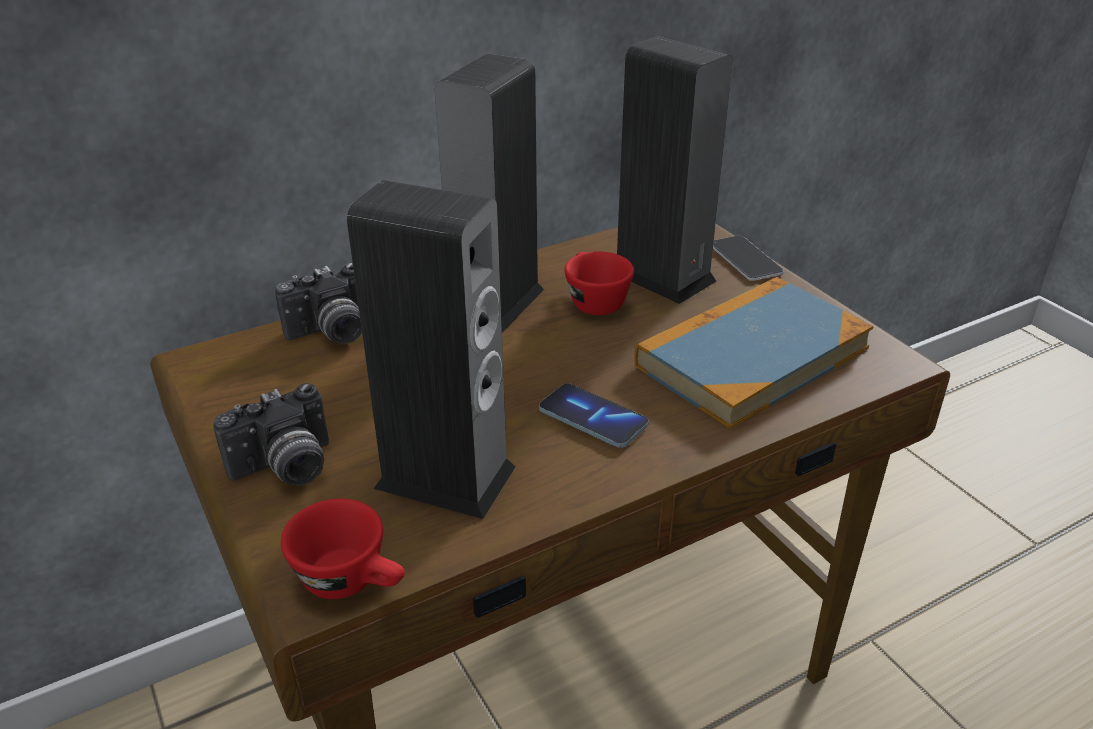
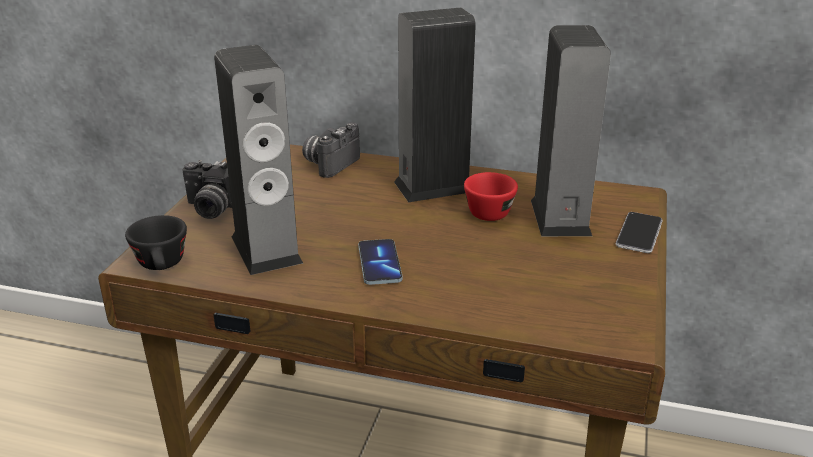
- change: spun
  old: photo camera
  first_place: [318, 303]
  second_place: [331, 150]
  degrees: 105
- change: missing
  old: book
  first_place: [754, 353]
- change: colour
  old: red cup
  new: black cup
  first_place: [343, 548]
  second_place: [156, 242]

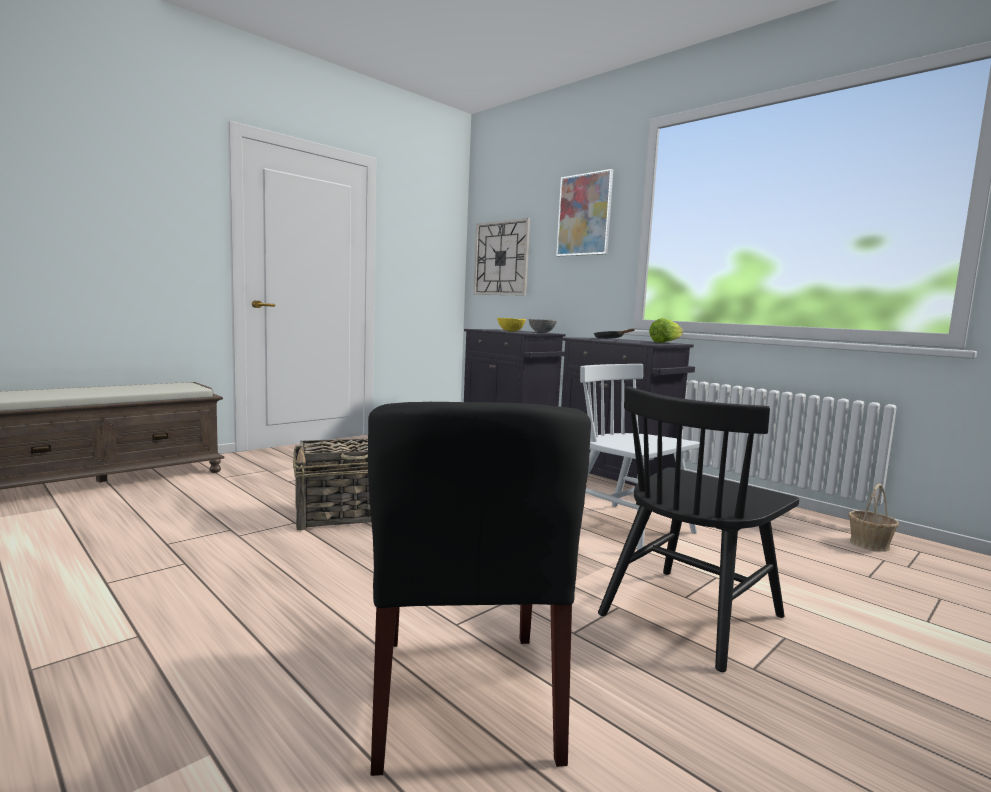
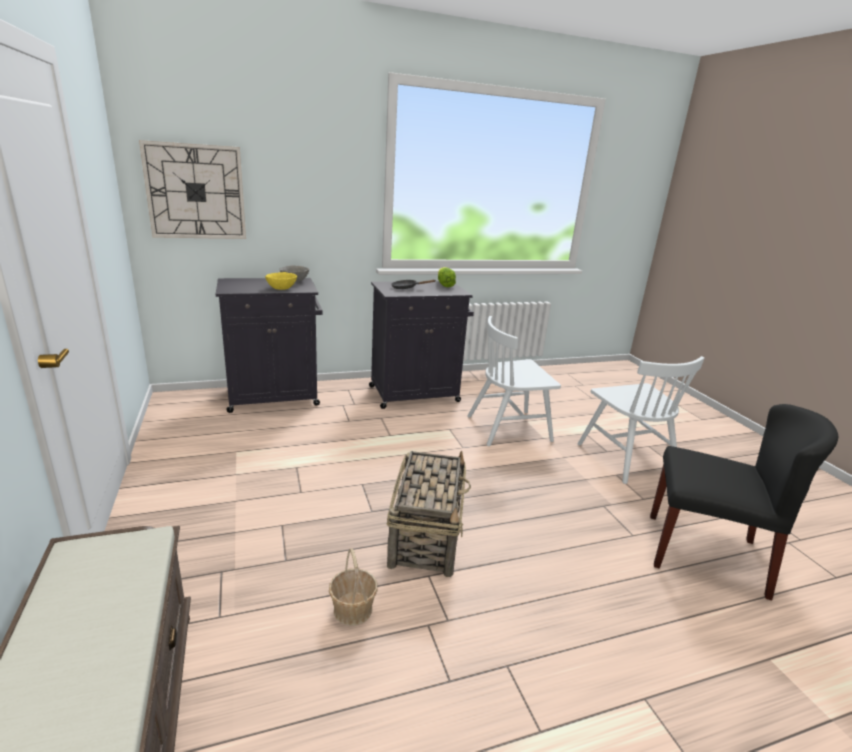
- change: missing
  old: picture
  first_place: [584, 212]
- change: colour
  old: black chair
  new: white chair
  first_place: [698, 529]
  second_place: [641, 420]
- change: relocated
  old: basket
  first_place: [873, 518]
  second_place: [353, 587]

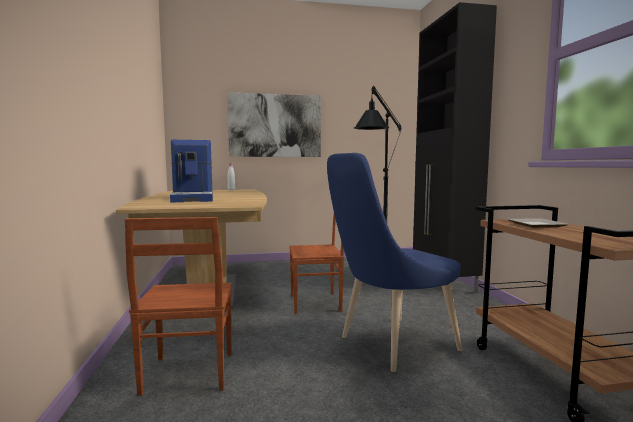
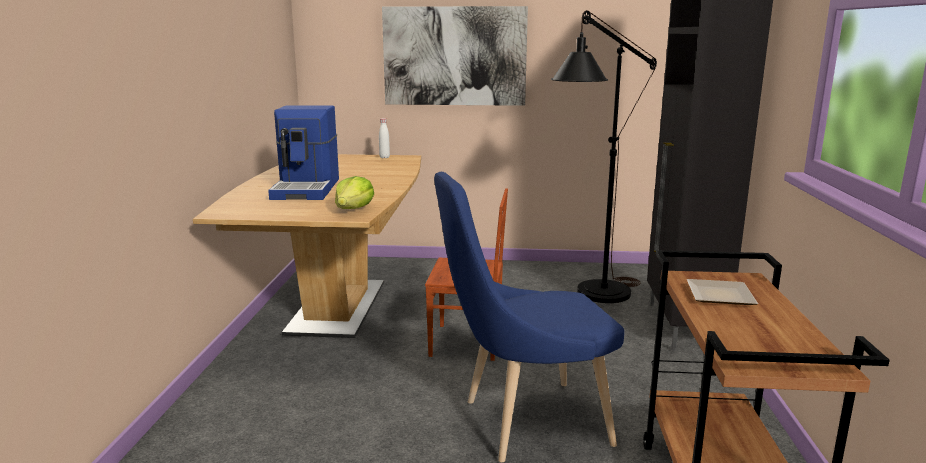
- change: missing
  old: brown chair
  first_place: [178, 306]
- change: appeared
  new: lettuce
  second_place: [354, 192]

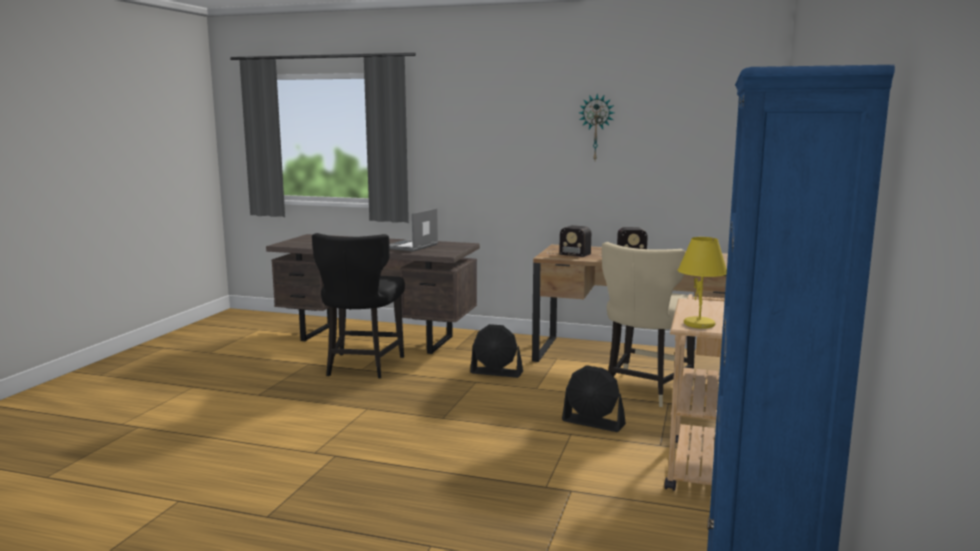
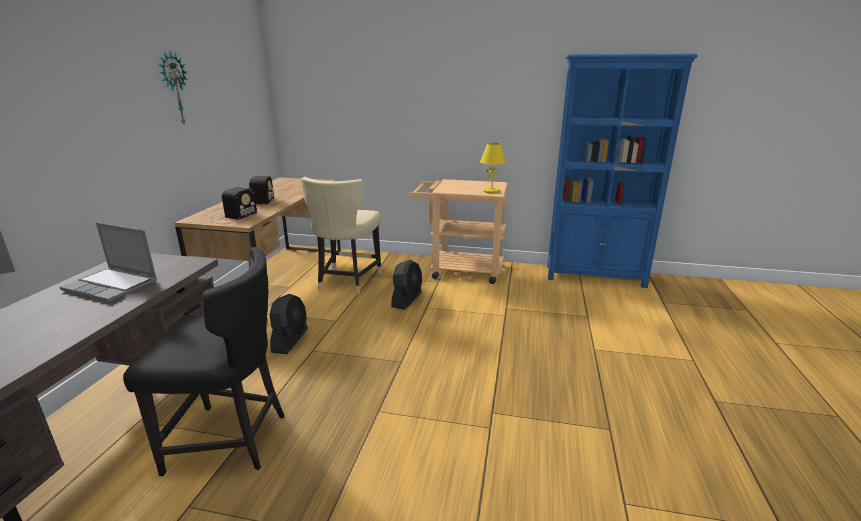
- change: spun
  old: beige chair
  first_place: [648, 324]
  second_place: [341, 235]
  degrees: 75

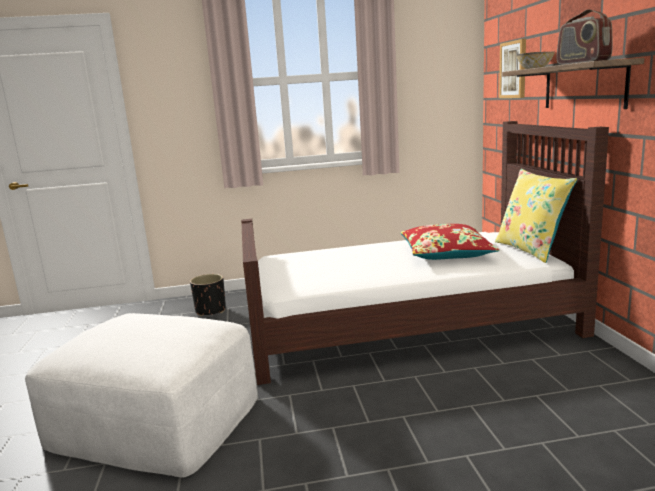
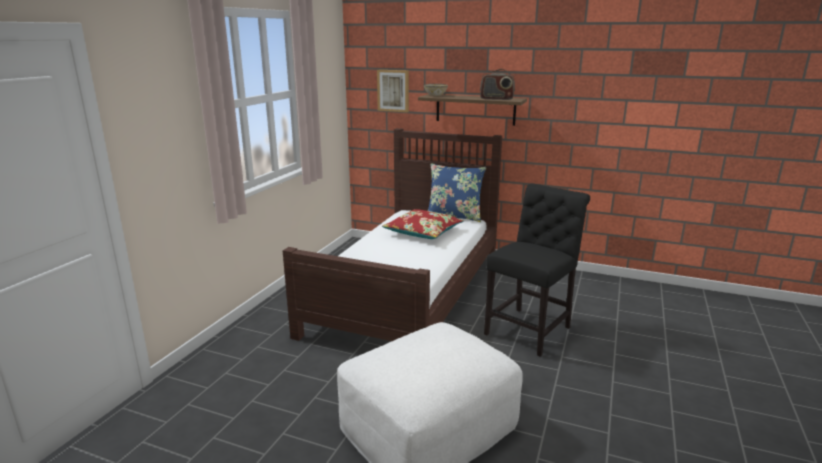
- change: colour
  old: yellow pillow
  new: blue pillow
  first_place: [536, 216]
  second_place: [457, 192]
- change: missing
  old: black planter
  first_place: [208, 295]
- change: appeared
  new: black chair
  second_place: [537, 270]

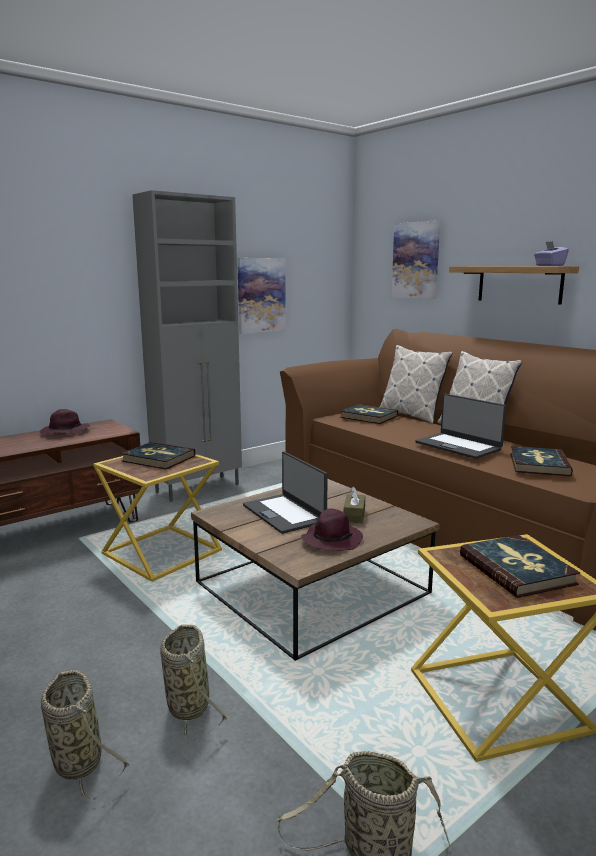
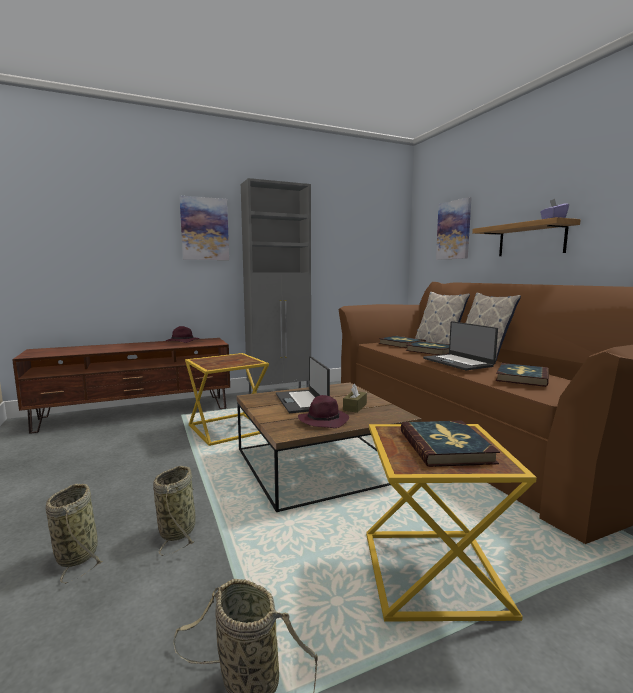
- change: relocated
  old: picture
  first_place: [261, 296]
  second_place: [204, 228]
- change: relocated
  old: book
  first_place: [158, 455]
  second_place: [427, 348]

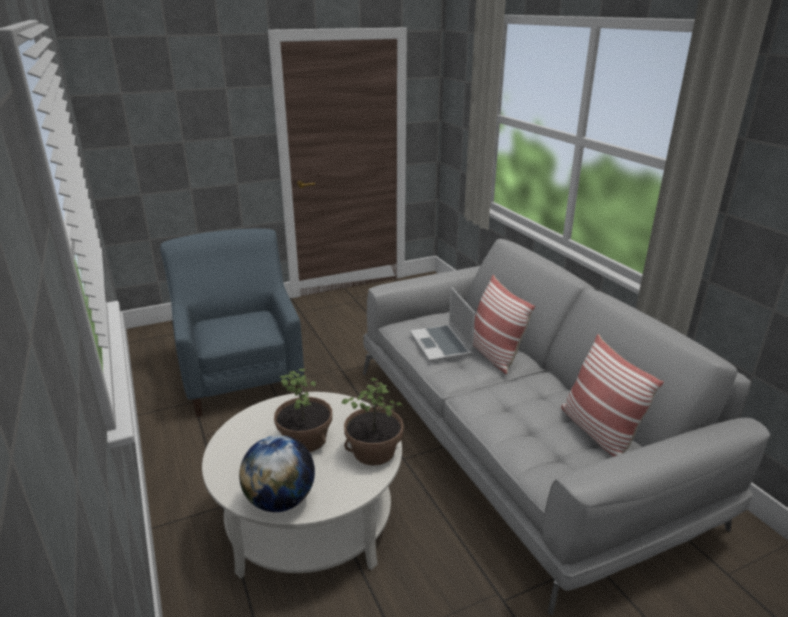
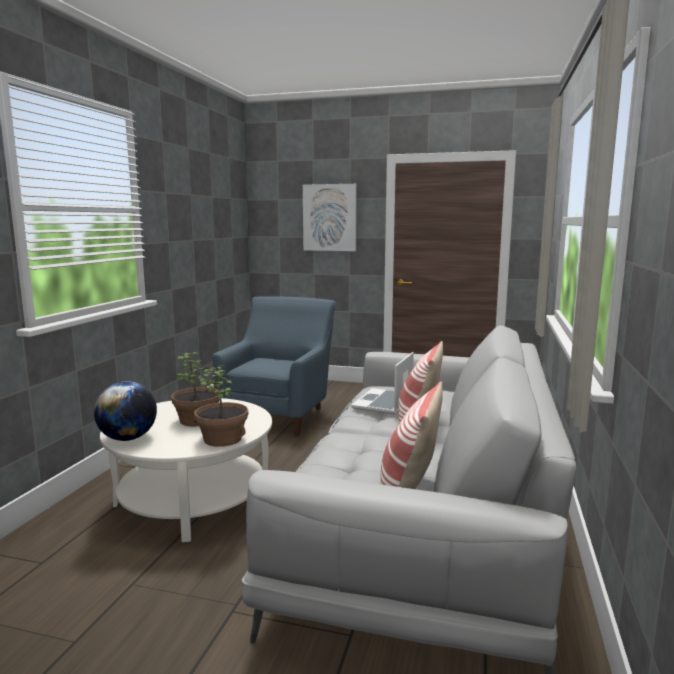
- change: appeared
  new: picture
  second_place: [330, 217]

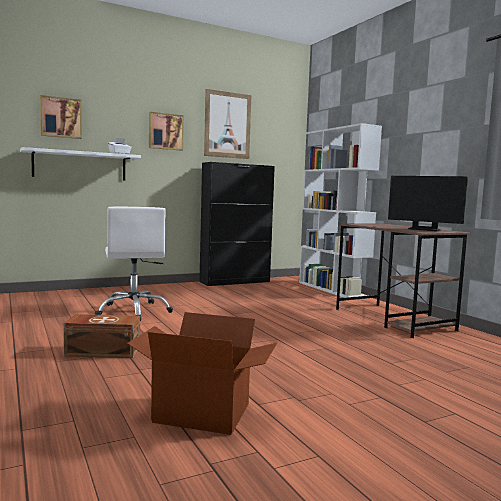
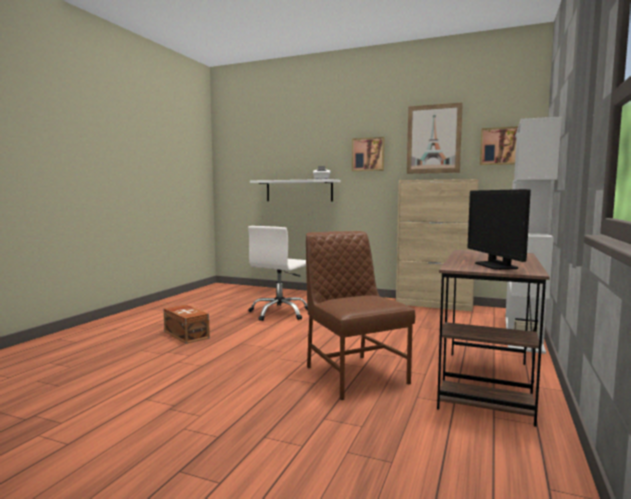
- change: relocated
  old: picture
  first_place: [61, 117]
  second_place: [499, 145]
- change: colour
  old: black cabinet
  new: beige cabinet
  first_place: [237, 224]
  second_place: [437, 245]
- change: missing
  old: cardboard box
  first_place: [202, 373]
- change: appeared
  new: brown chair
  second_place: [360, 315]

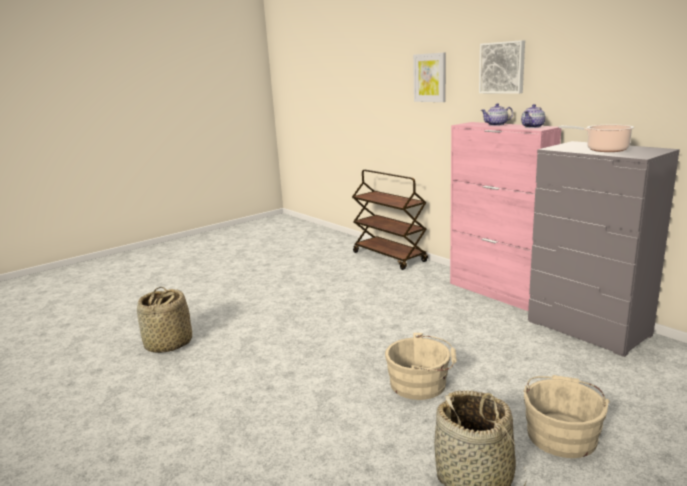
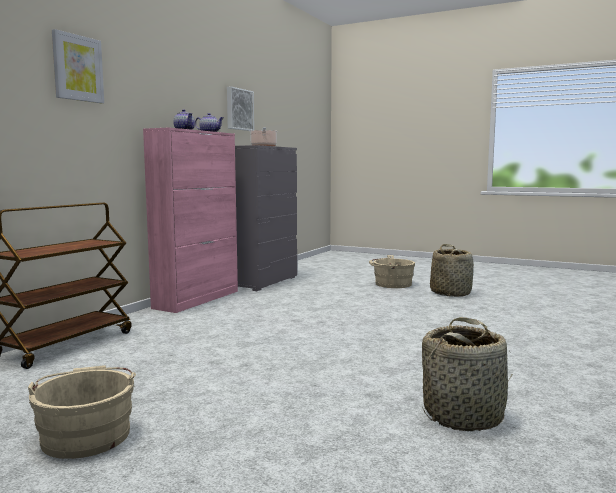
- change: relocated
  old: picture
  first_place: [502, 67]
  second_place: [240, 108]
- change: relocated
  old: beige bucket
  first_place: [421, 366]
  second_place: [82, 412]

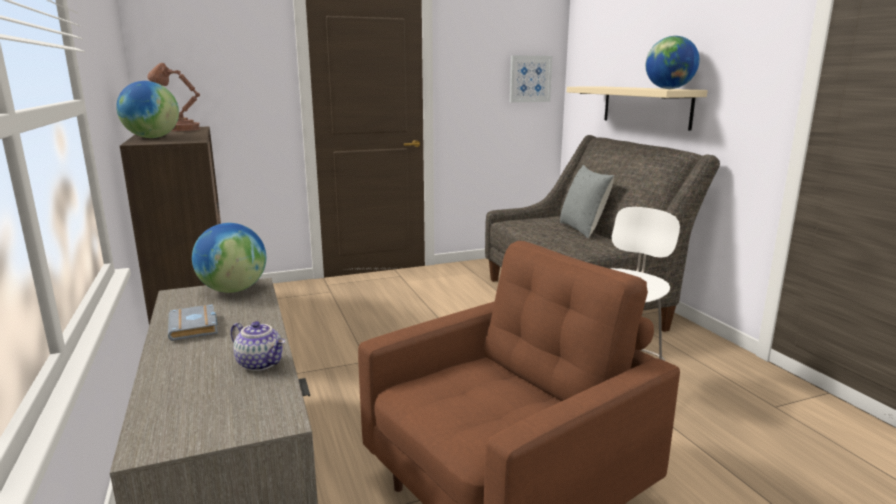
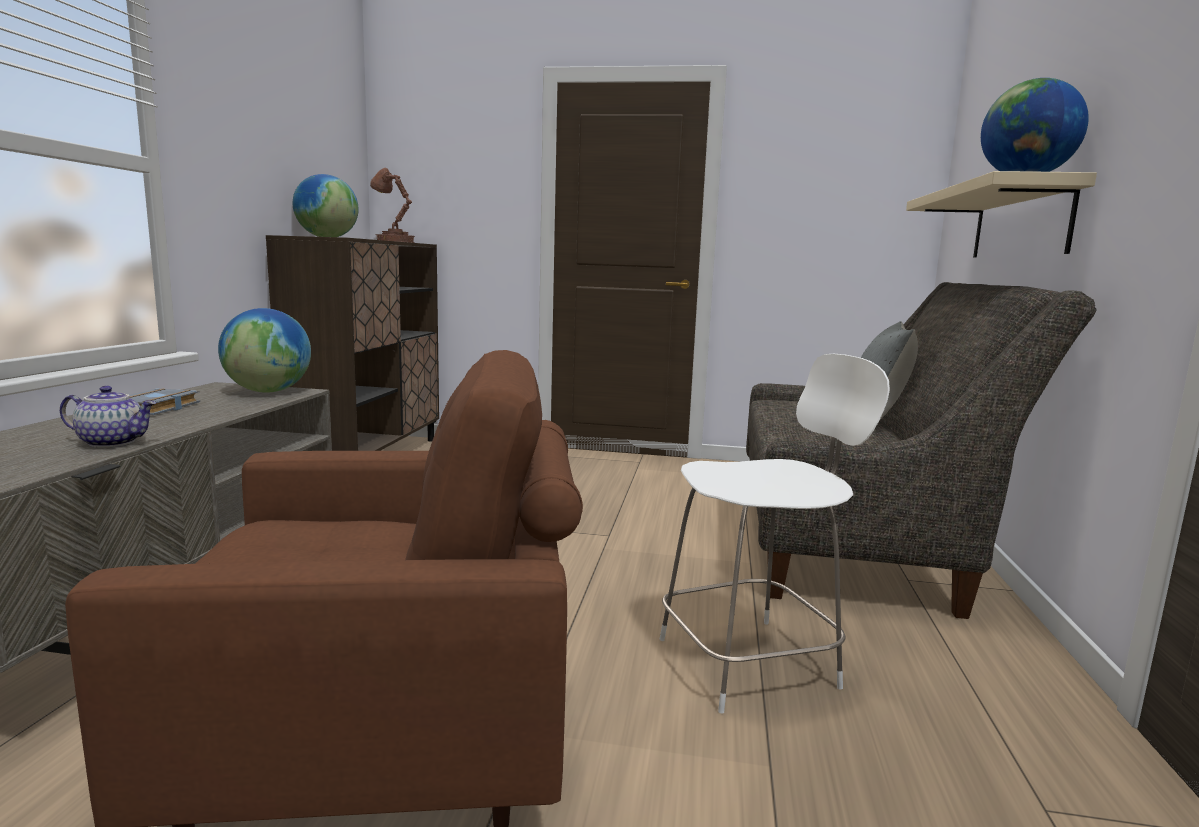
- change: missing
  old: picture
  first_place: [531, 79]
- change: spun
  old: teapot
  first_place: [258, 346]
  second_place: [108, 417]
  degrees: -60

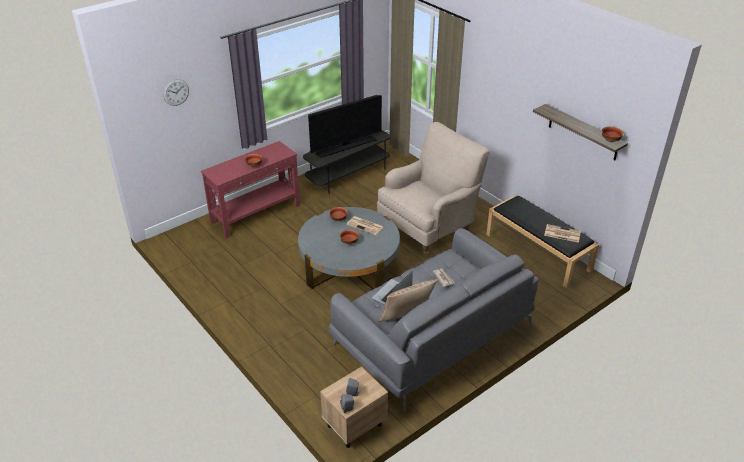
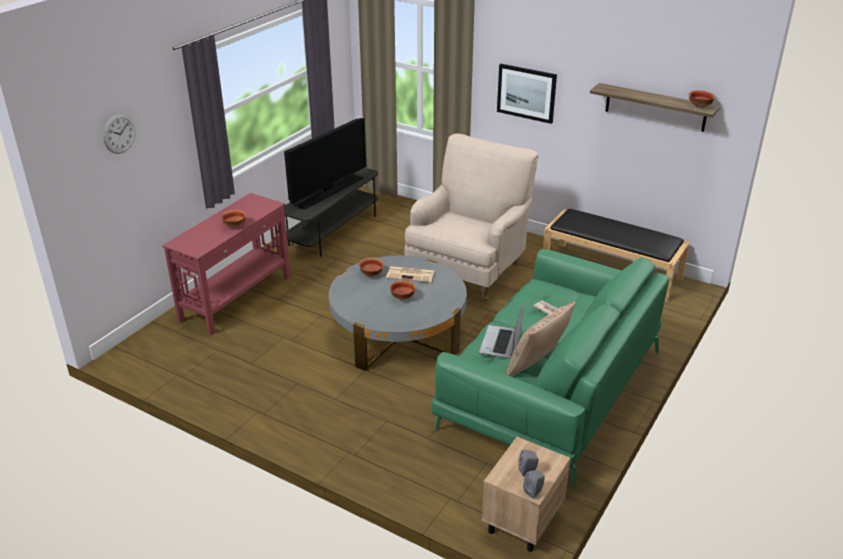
- change: missing
  old: newspaper
  first_place: [562, 233]
- change: colour
  old: grey sofa
  new: green sofa
  first_place: [433, 320]
  second_place: [550, 368]
- change: appeared
  new: picture
  second_place: [527, 94]

